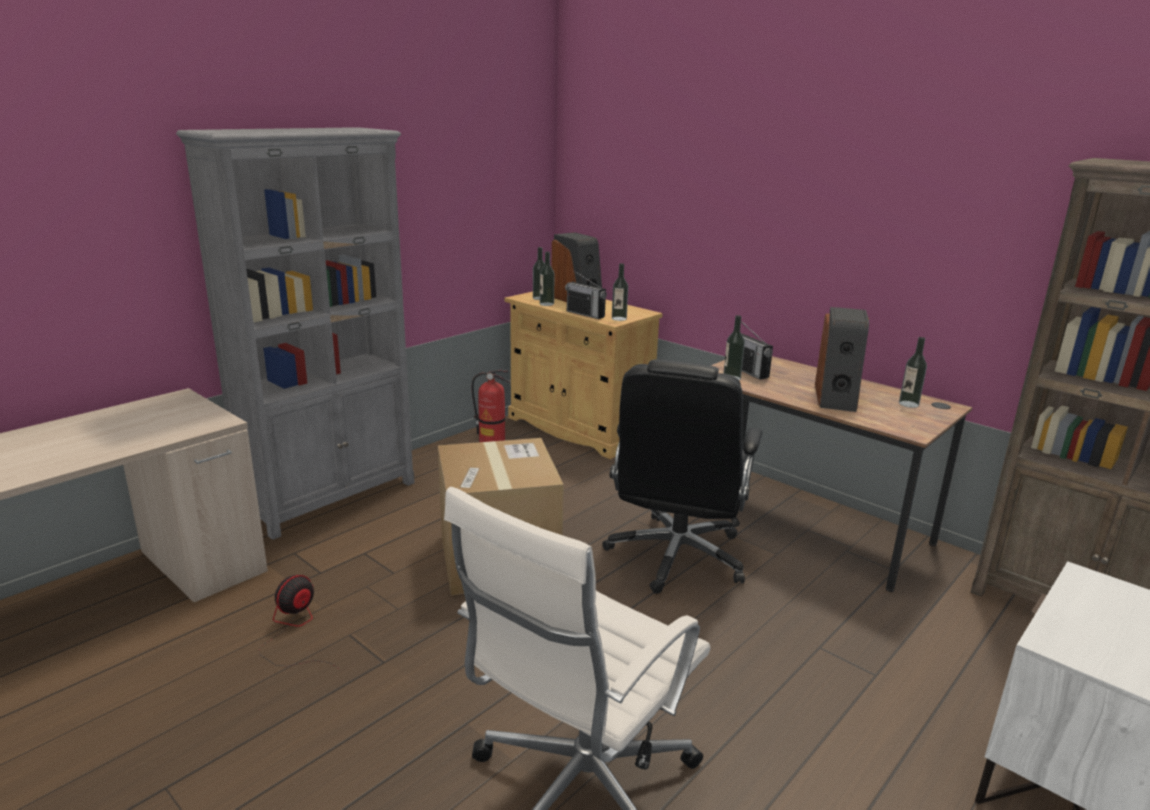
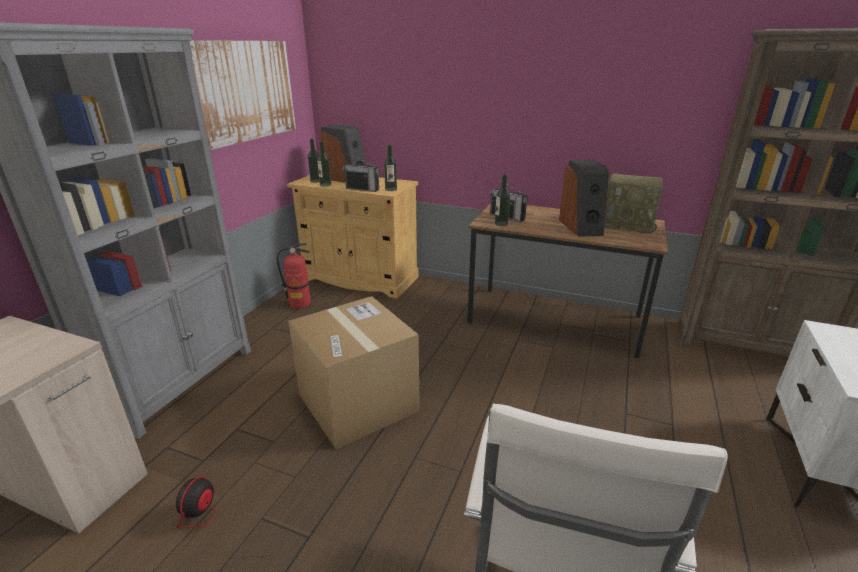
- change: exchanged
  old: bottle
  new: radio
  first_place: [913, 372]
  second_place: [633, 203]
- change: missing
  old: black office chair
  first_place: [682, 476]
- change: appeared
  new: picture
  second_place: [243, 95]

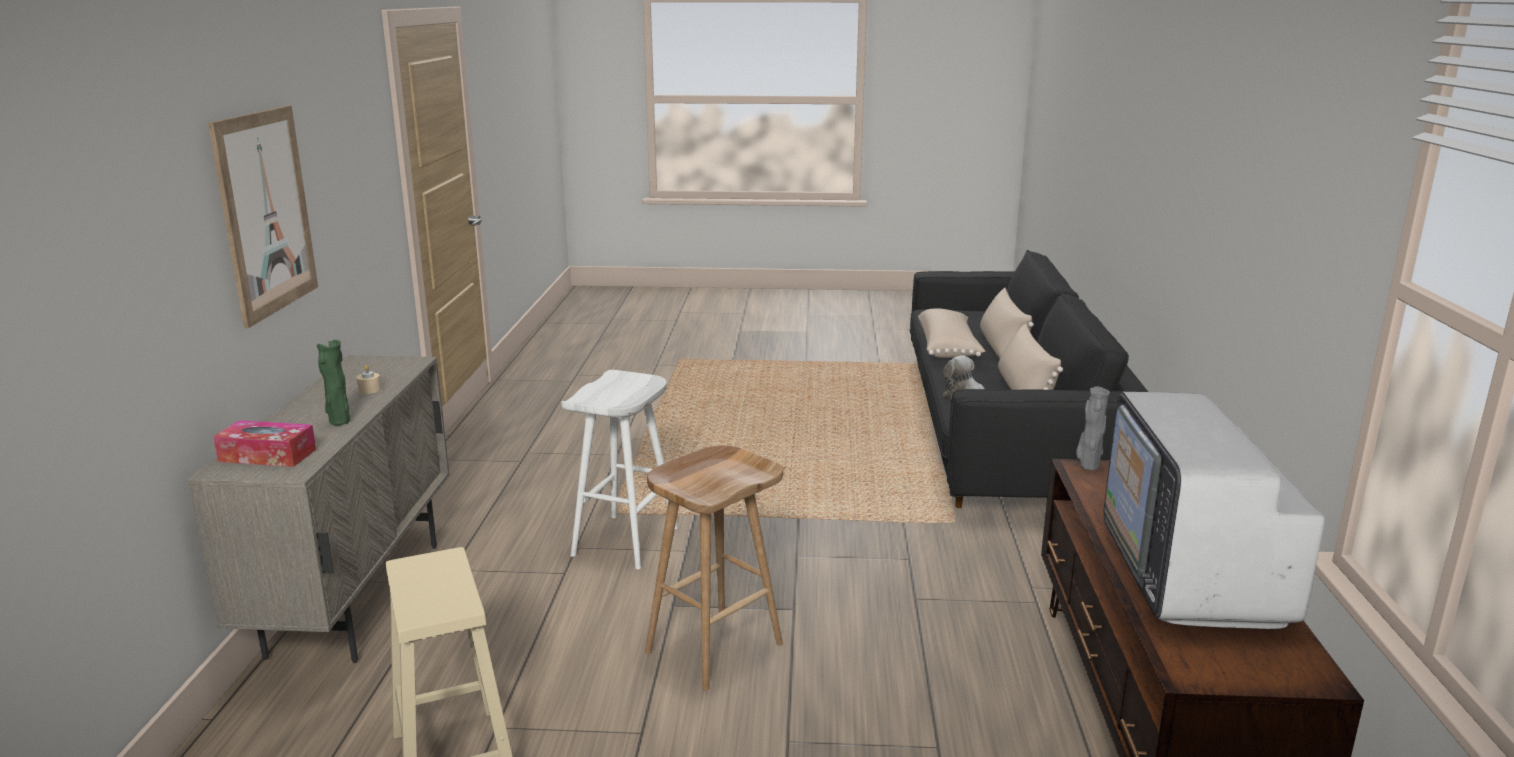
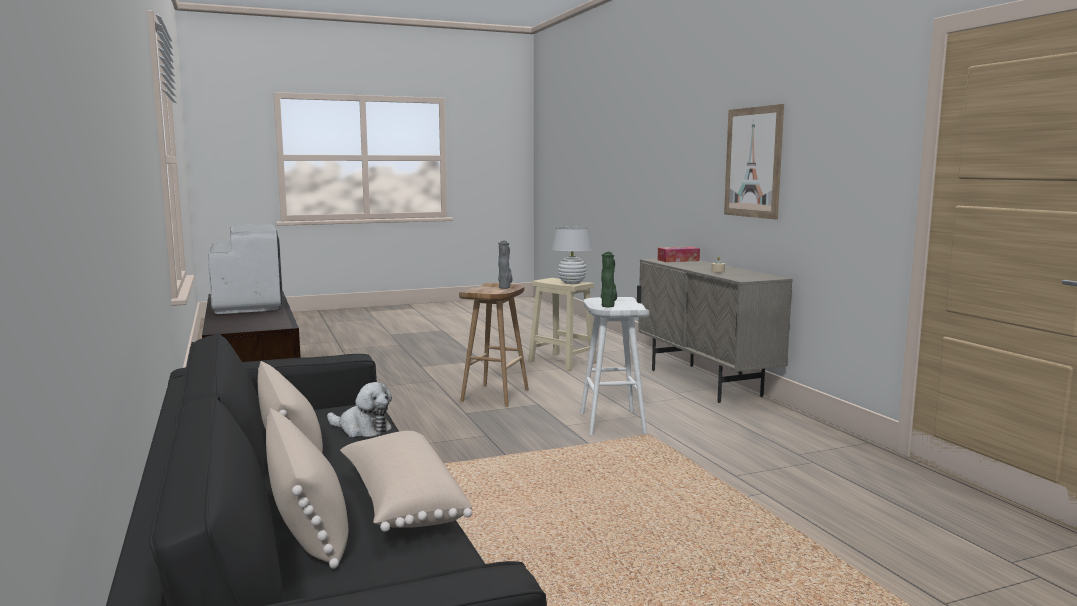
- change: relocated
  old: green vase
  first_place: [333, 382]
  second_place: [609, 279]
- change: relocated
  old: grey vase
  first_place: [1093, 428]
  second_place: [505, 264]
- change: appeared
  new: white table lamp
  second_place: [572, 255]

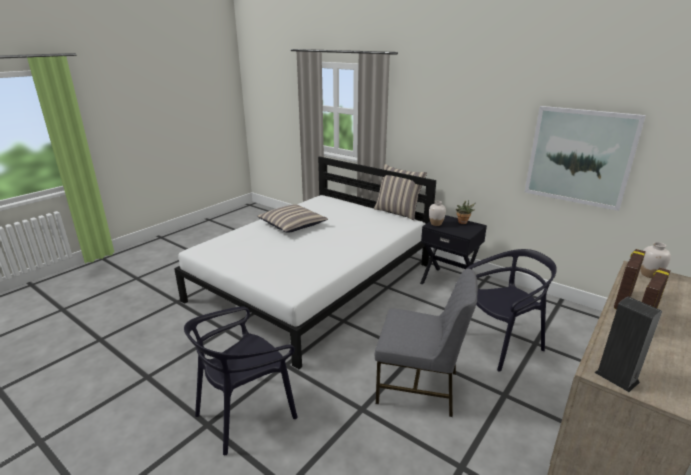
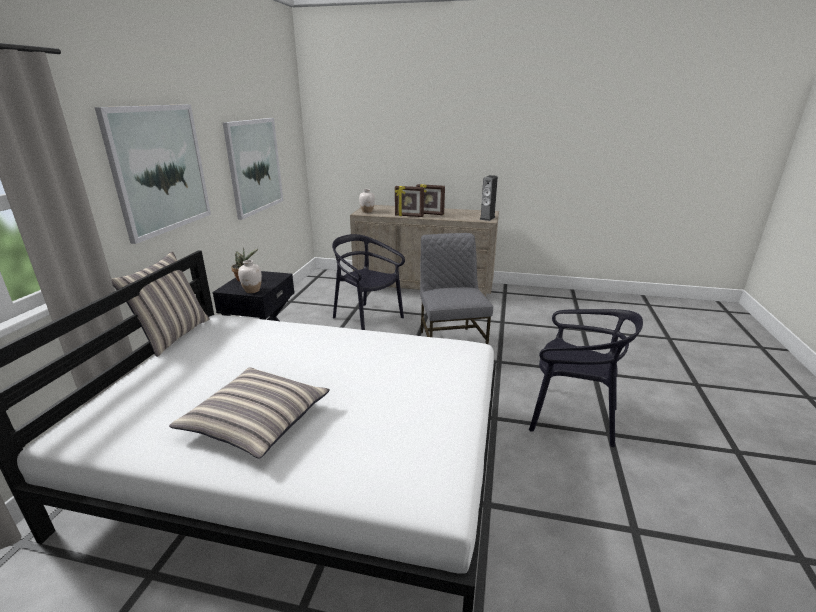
- change: appeared
  new: picture
  second_place: [153, 174]

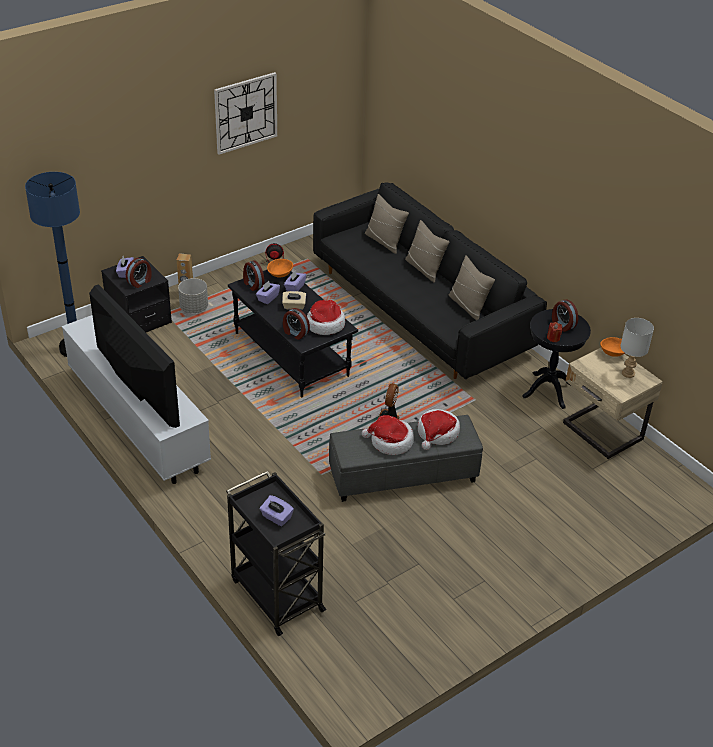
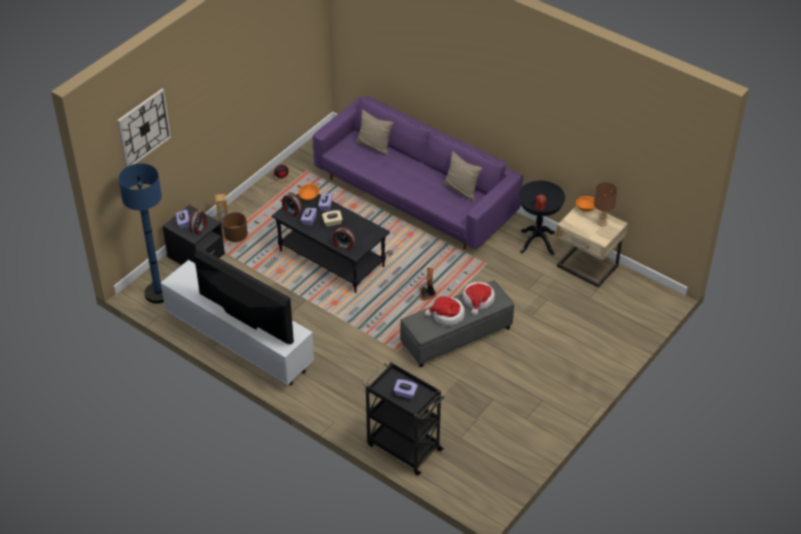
- change: relocated
  old: wall clock
  first_place: [245, 113]
  second_place: [144, 128]
- change: colour
  old: black sofa
  new: purple sofa
  first_place: [430, 281]
  second_place: [418, 173]
- change: missing
  old: beige pillow
  first_place: [427, 251]
- change: colour
  old: grey planter
  new: brown planter
  first_place: [193, 295]
  second_place: [235, 227]
- change: missing
  old: hat
  first_place: [326, 317]
- change: missing
  old: alarm clock
  first_place: [565, 316]
- change: colour
  old: grey table lamp
  new: brown table lamp
  first_place: [637, 348]
  second_place: [605, 204]

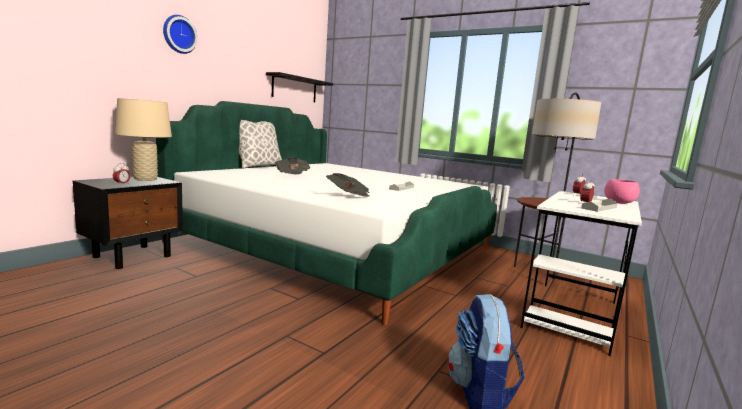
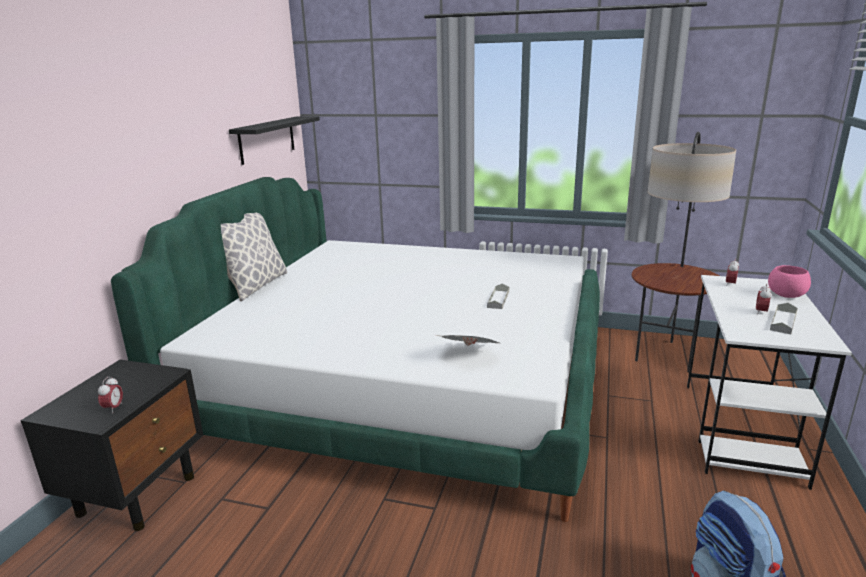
- change: missing
  old: wall clock
  first_place: [180, 34]
- change: missing
  old: beige table lamp
  first_place: [143, 139]
- change: missing
  old: newspaper
  first_place: [292, 166]

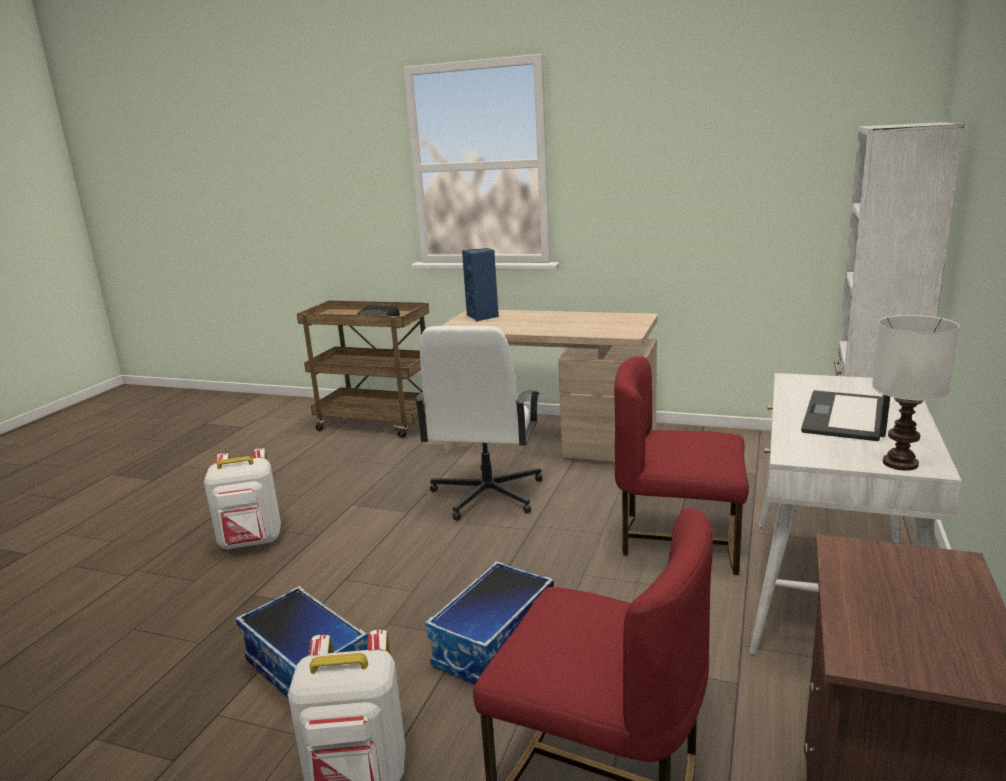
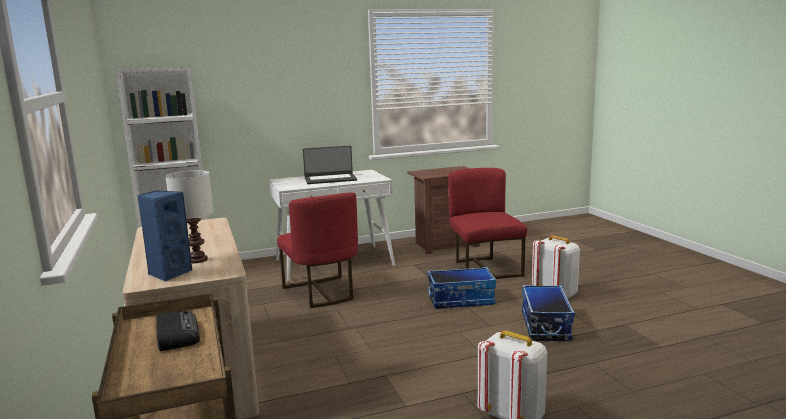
- change: relocated
  old: white table lamp
  first_place: [915, 393]
  second_place: [189, 216]
- change: missing
  old: white office chair
  first_place: [478, 423]

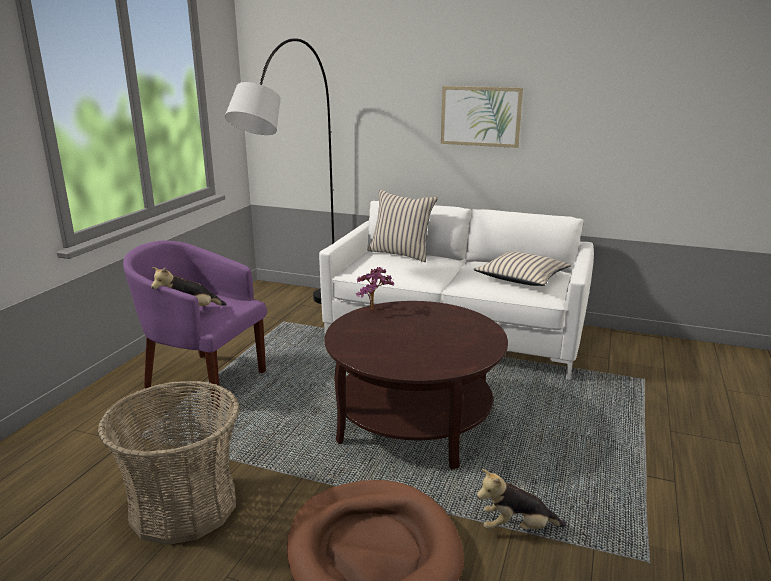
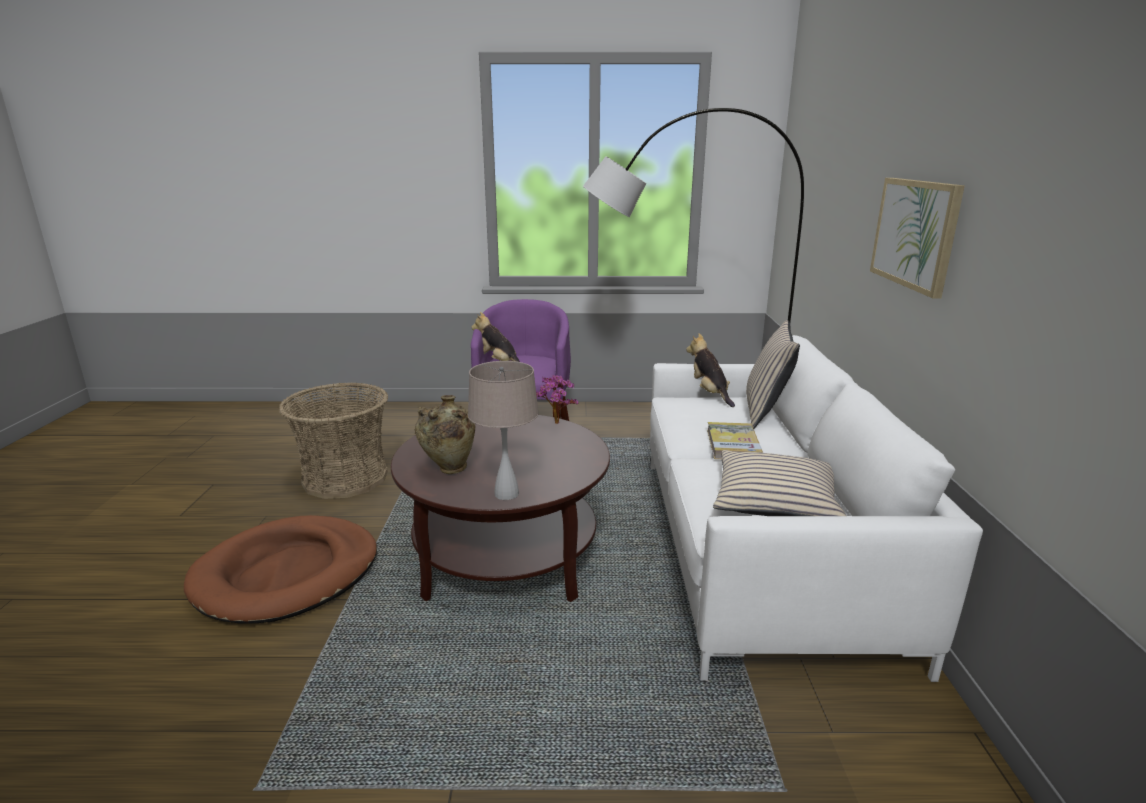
- change: relocated
  old: plush toy
  first_place: [521, 499]
  second_place: [710, 370]
- change: appeared
  new: beige table lamp
  second_place: [503, 430]
- change: appeared
  new: beige vase
  second_place: [445, 434]
- change: appeared
  new: book
  second_place: [735, 440]

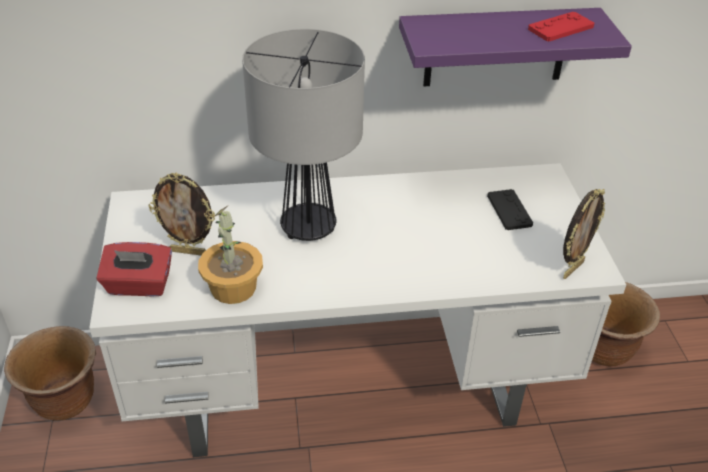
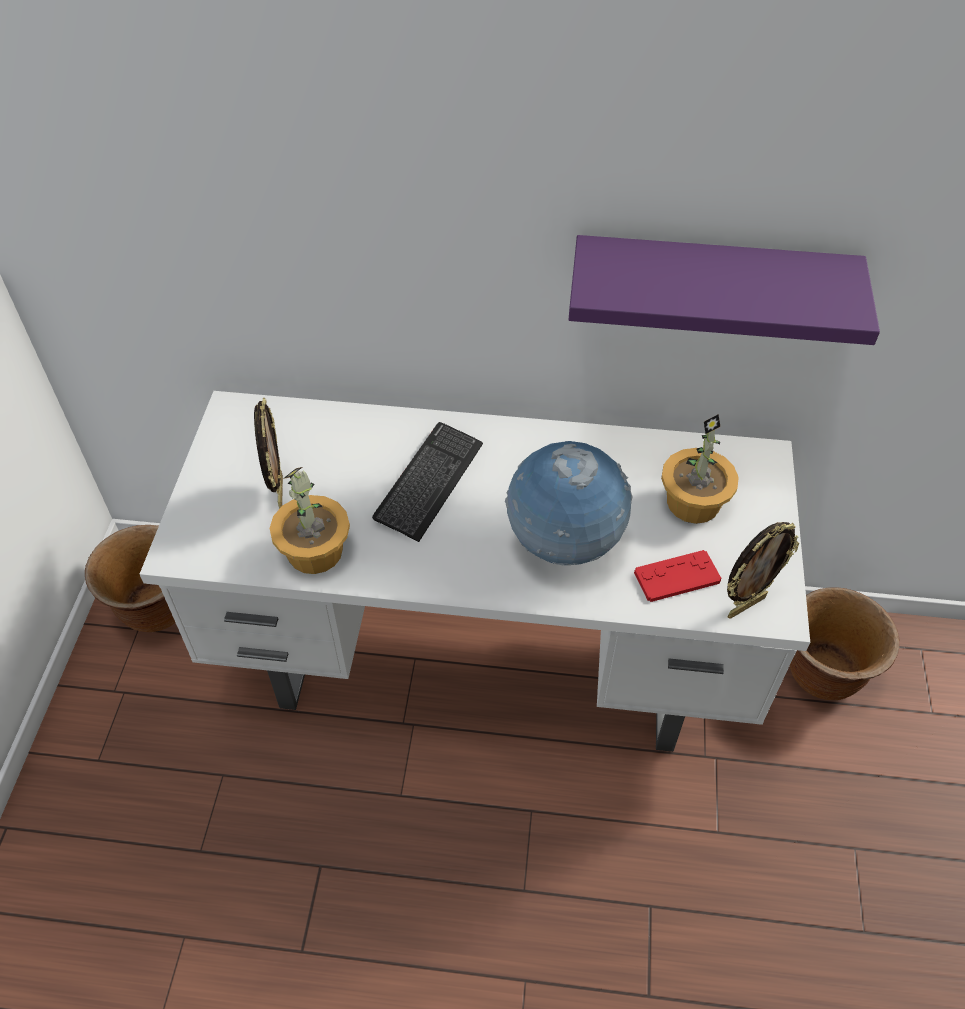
- change: relocated
  old: red game controller
  first_place: [561, 26]
  second_place: [677, 576]
- change: exchanged
  old: table lamp
  new: keyboard
  first_place: [303, 135]
  second_place: [427, 482]
- change: spun
  old: picture frame
  first_place: [181, 214]
  second_place: [268, 453]
  degrees: -120
- change: exchanged
  old: black game controller
  new: potted plant
  first_place: [510, 209]
  second_place: [700, 469]
- change: missing
  old: red tissue box
  first_place: [134, 269]
- change: appeared
  new: globe
  second_place: [569, 503]

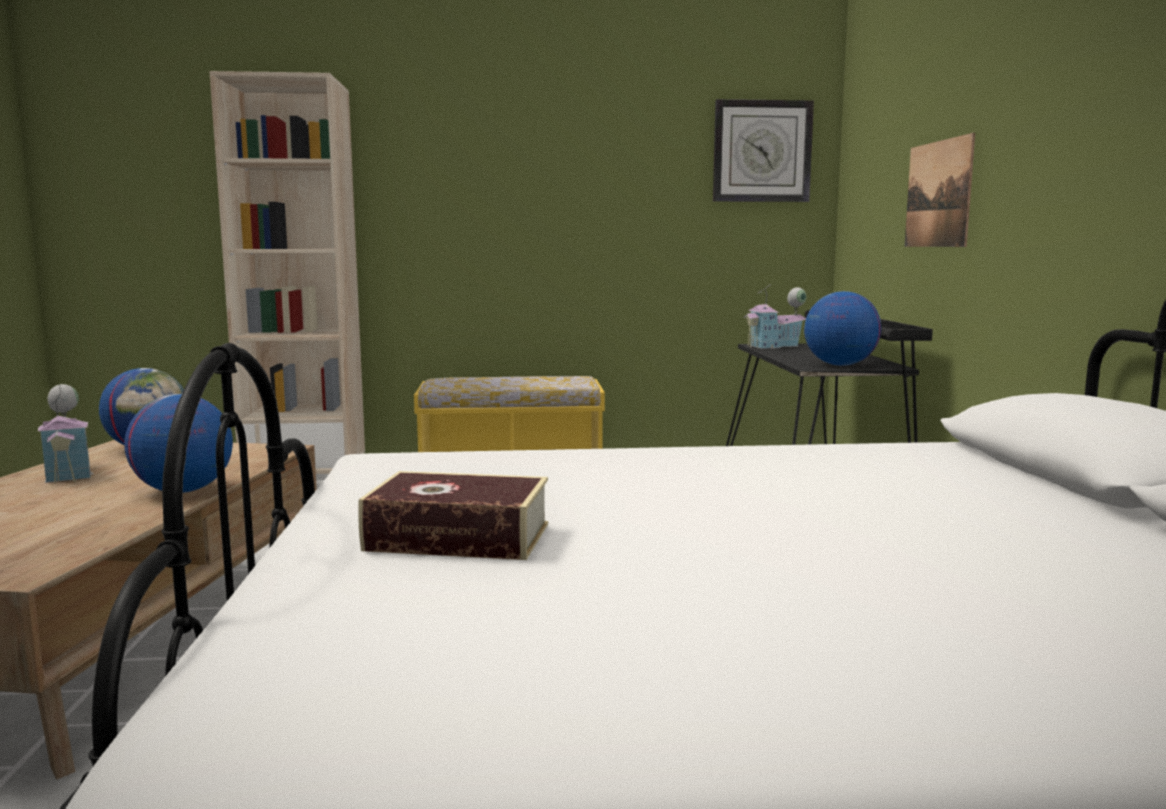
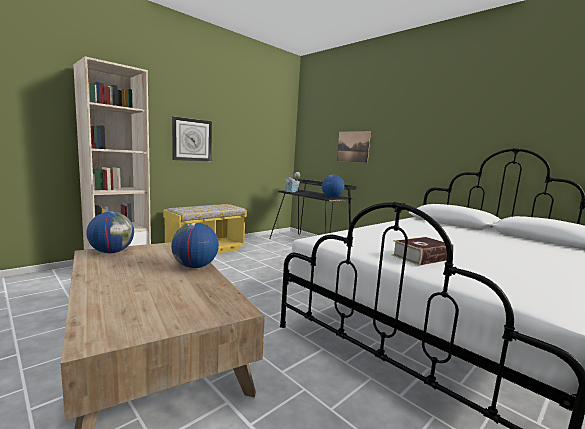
- change: relocated
  old: wall clock
  first_place: [763, 150]
  second_place: [192, 138]
- change: missing
  old: toy house
  first_place: [65, 433]

